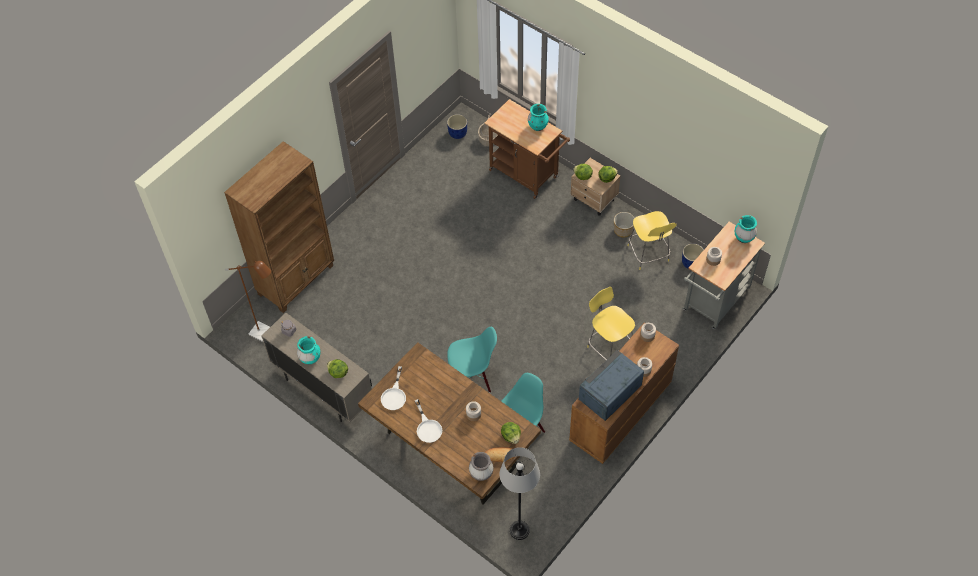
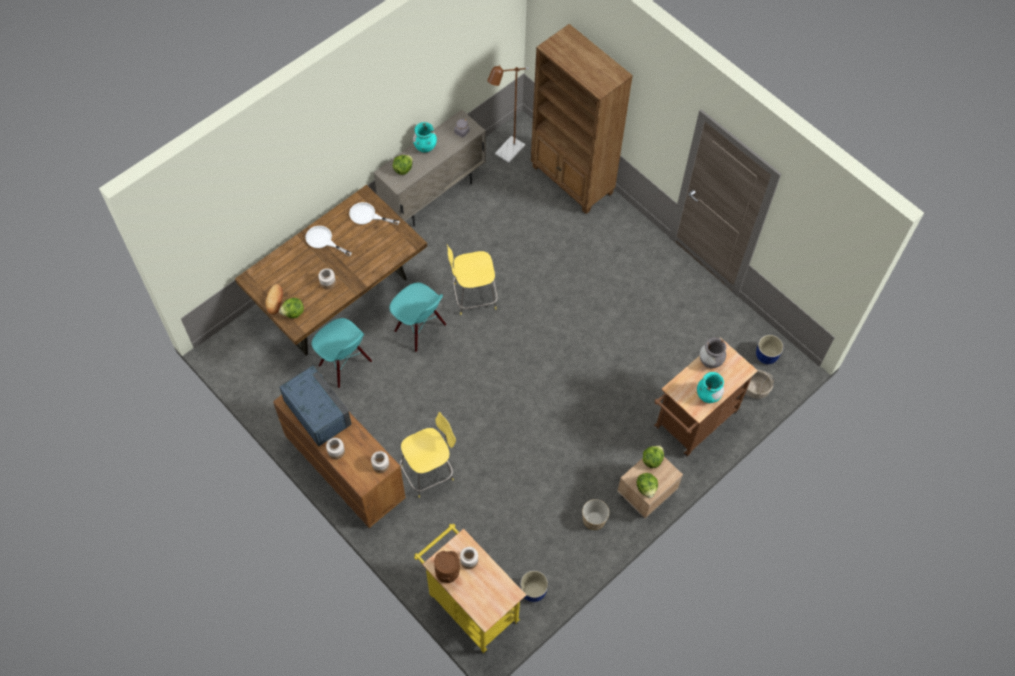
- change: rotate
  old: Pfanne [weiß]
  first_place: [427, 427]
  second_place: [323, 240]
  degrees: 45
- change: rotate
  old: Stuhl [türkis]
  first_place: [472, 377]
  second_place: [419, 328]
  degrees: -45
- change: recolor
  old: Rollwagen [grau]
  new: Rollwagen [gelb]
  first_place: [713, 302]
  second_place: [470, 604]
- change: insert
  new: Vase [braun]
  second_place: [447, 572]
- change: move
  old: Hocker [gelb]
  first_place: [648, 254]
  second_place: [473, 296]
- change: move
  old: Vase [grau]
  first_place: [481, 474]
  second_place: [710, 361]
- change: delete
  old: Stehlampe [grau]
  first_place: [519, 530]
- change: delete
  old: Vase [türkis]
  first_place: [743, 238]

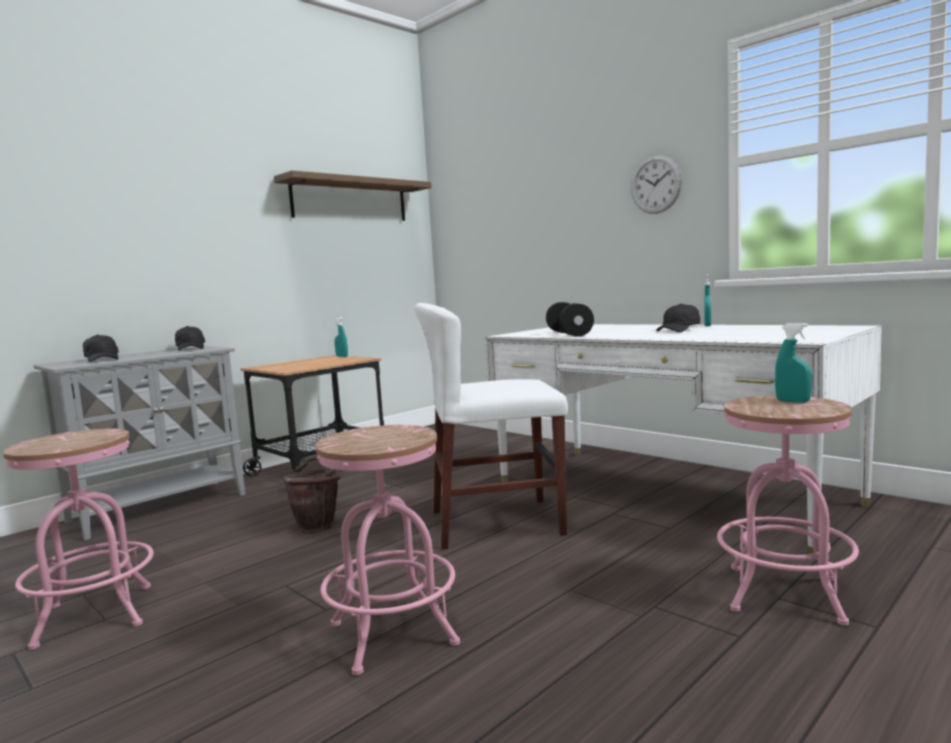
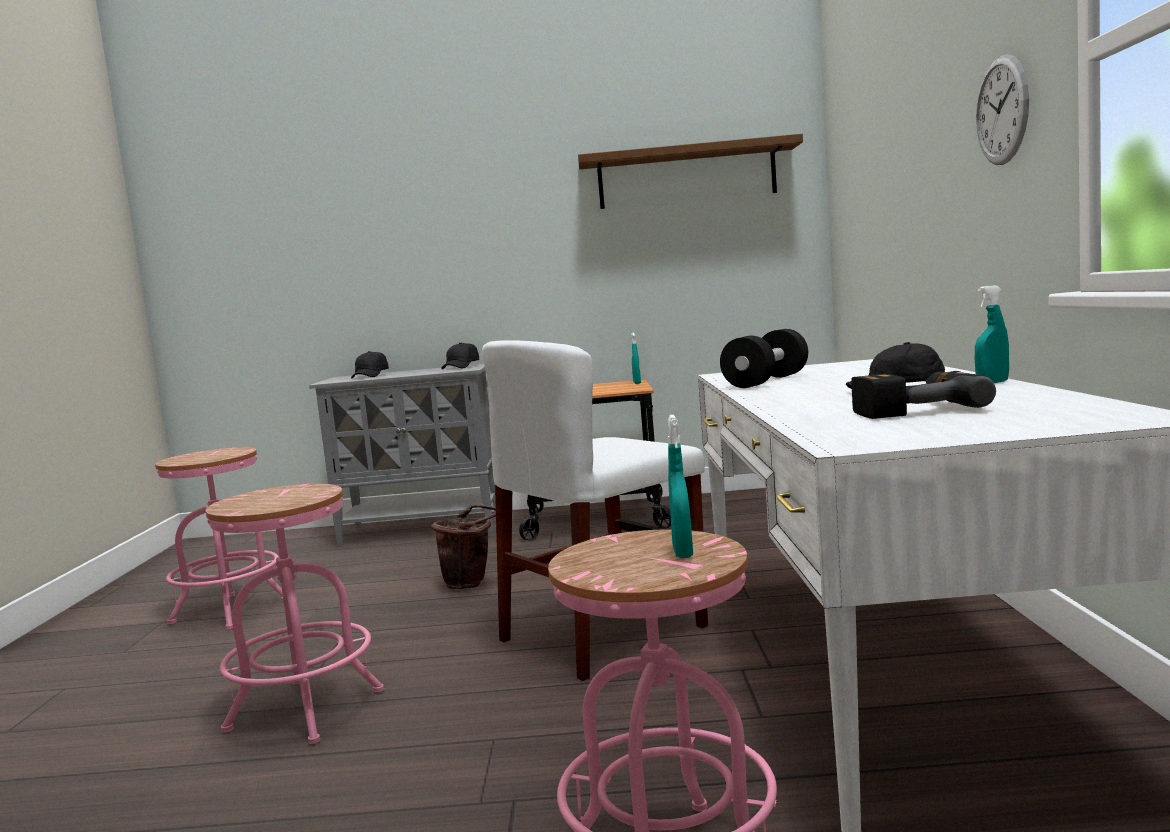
- change: rotate
  old: Stuhl [weiß]
  first_place: [496, 522]
  second_place: [604, 633]
  degrees: -75
- change: insert
  new: Bohrmaschine
  second_place: [913, 409]

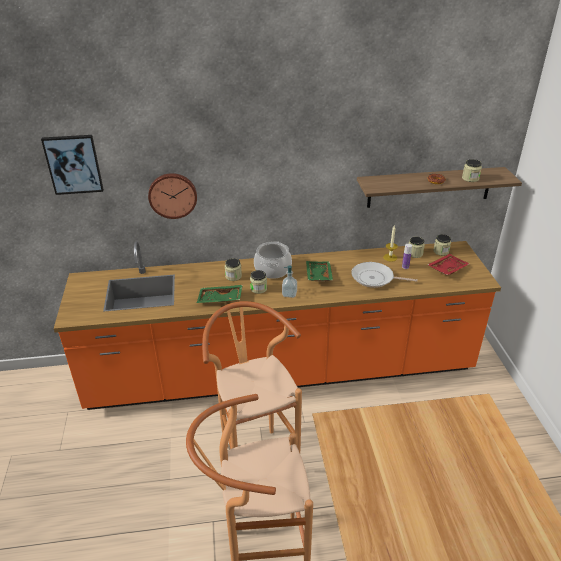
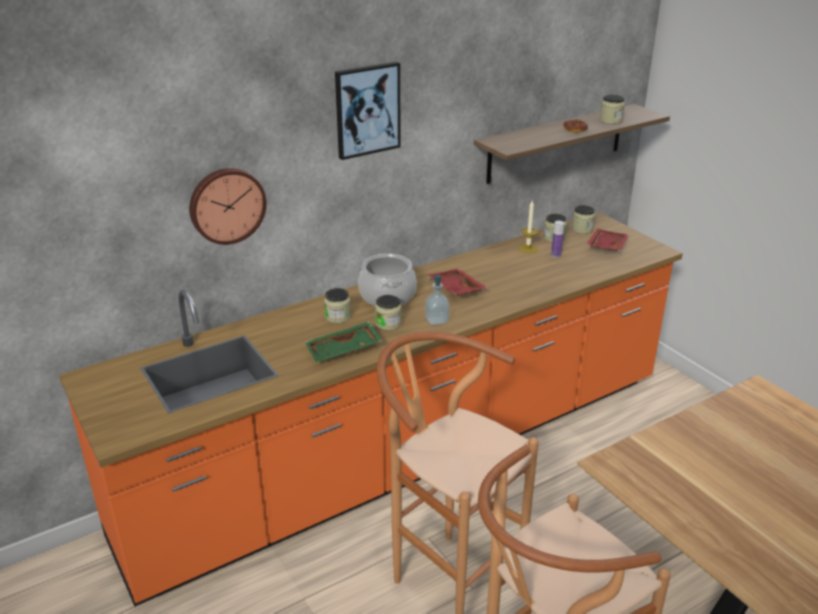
- change: move
  old: Bild
  first_place: [73, 164]
  second_place: [367, 110]
- change: recolor
  old: Tablett [grün]
  new: Tablett [rot]
  first_place: [318, 275]
  second_place: [455, 289]
- change: delete
  old: Pfanne
  first_place: [375, 278]

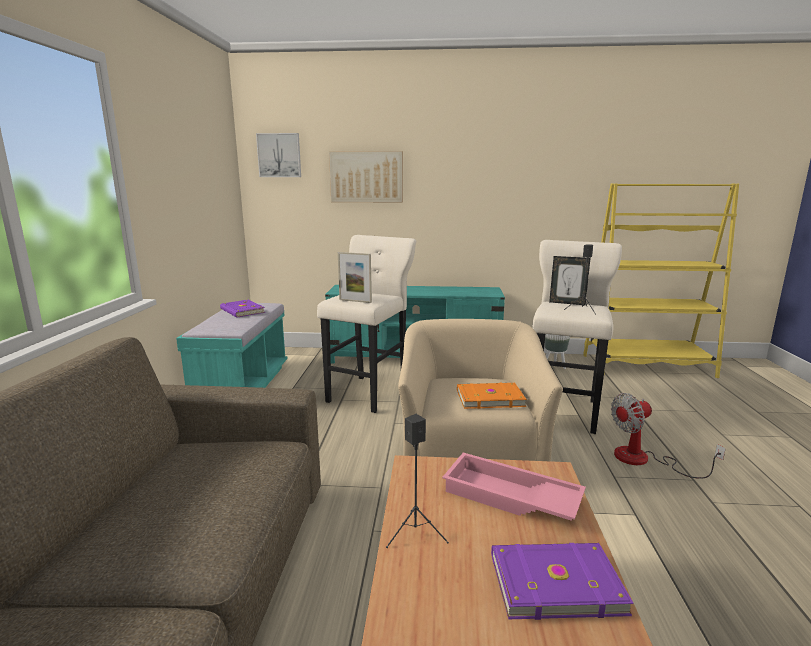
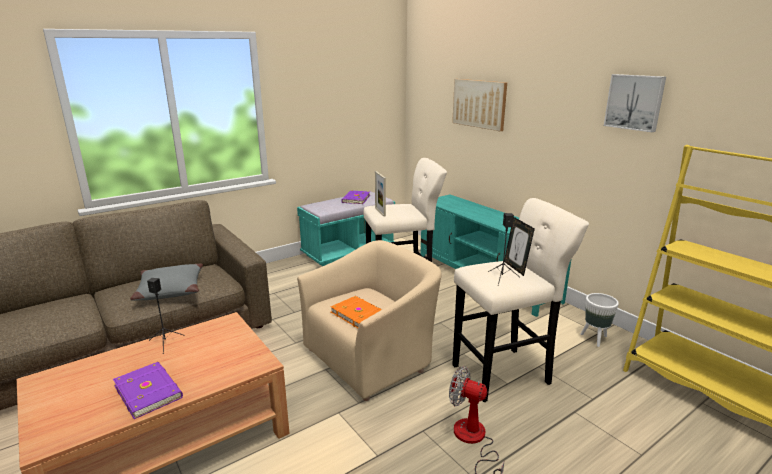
- change: insert
  new: Kissen [grau]
  second_place: [170, 289]
- change: move
  old: Bild
  first_place: [279, 155]
  second_place: [634, 102]
- change: delete
  old: Tablett [rosa]
  first_place: [509, 497]

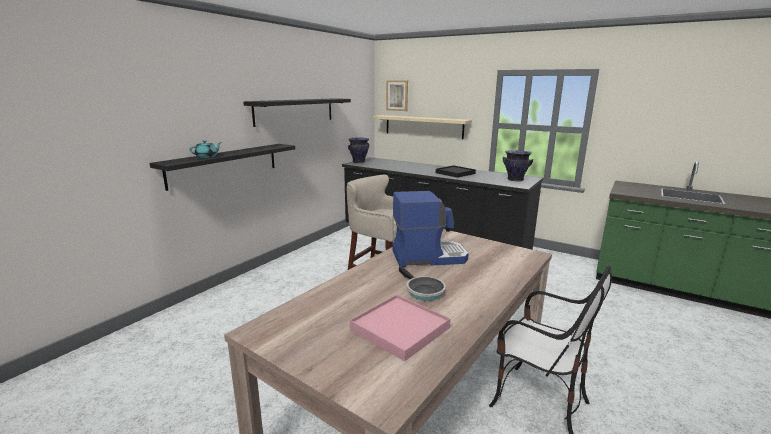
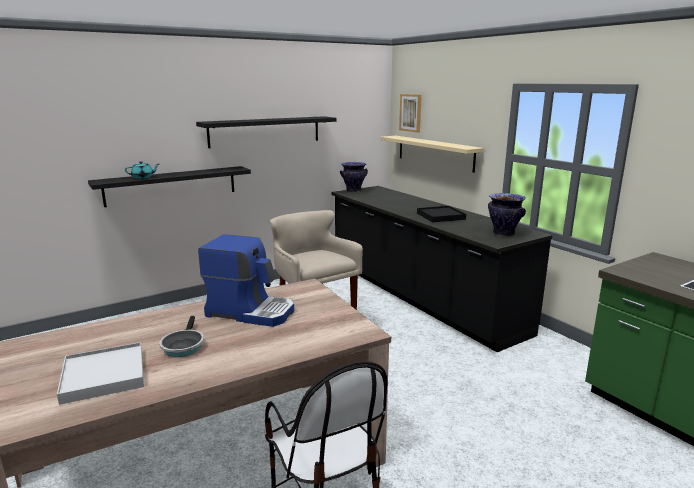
- change: recolor
  old: Tablett [rosa]
  new: Tablett [weiß]
  first_place: [400, 328]
  second_place: [104, 375]

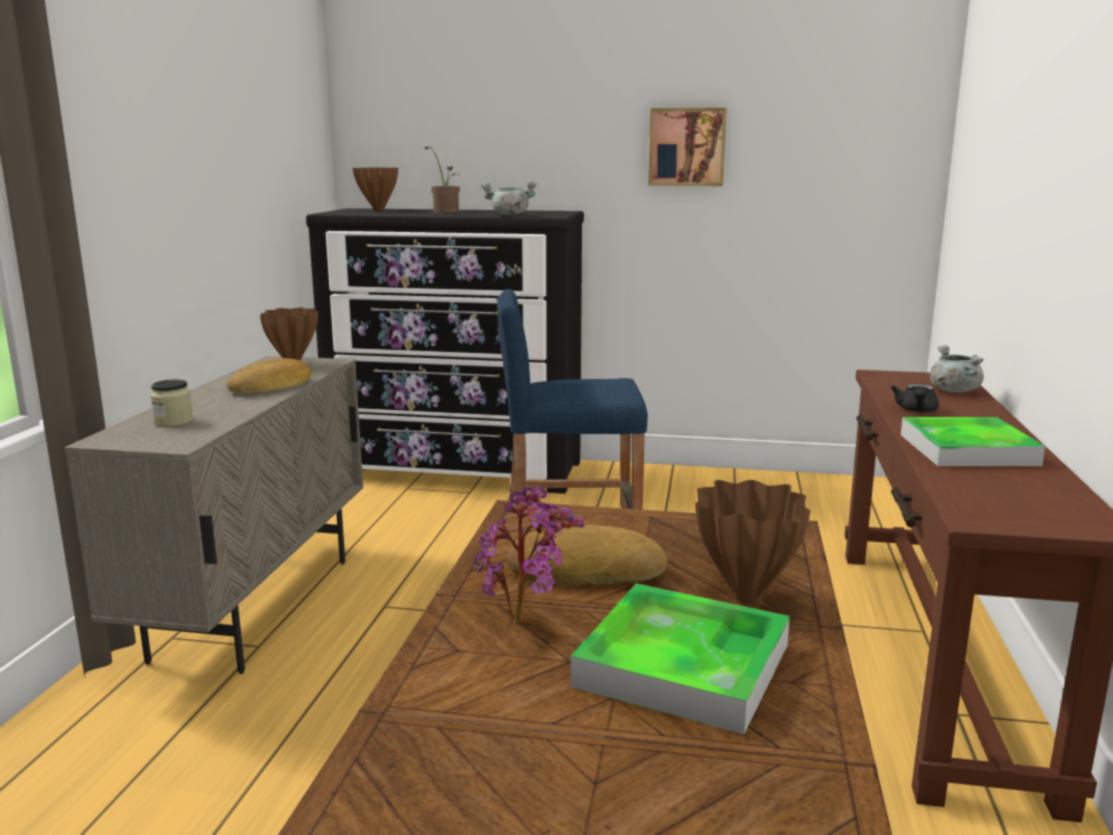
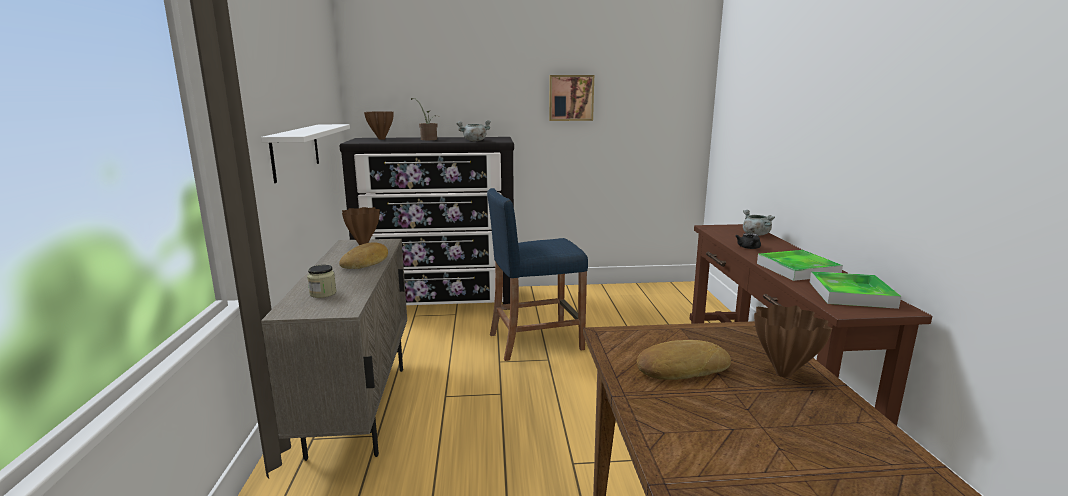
- change: insert
  new: Wandregal [weiß]
  second_place: [296, 151]
- change: move
  old: Tablett
  first_place: [683, 665]
  second_place: [851, 294]
- change: delete
  old: Topfpflanze
  first_place: [527, 621]

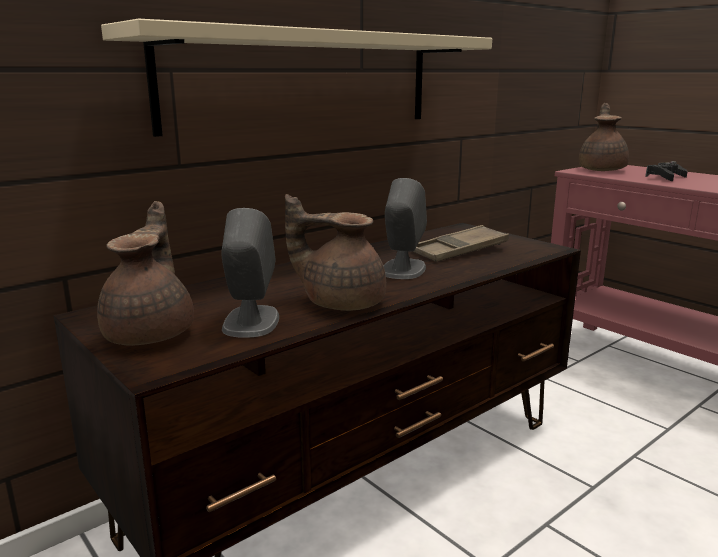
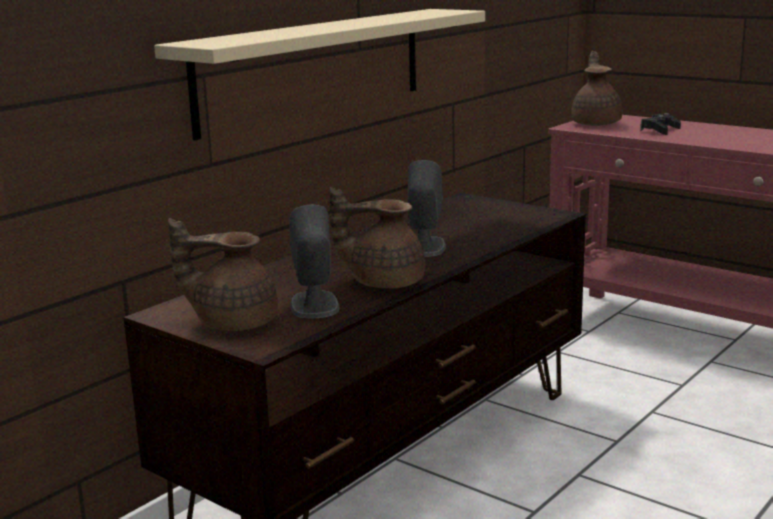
- change: rotate
  old: Teekanne [braun]
  first_place: [152, 333]
  second_place: [233, 322]
  degrees: -75
- change: delete
  old: Tablett [braun]
  first_place: [460, 251]

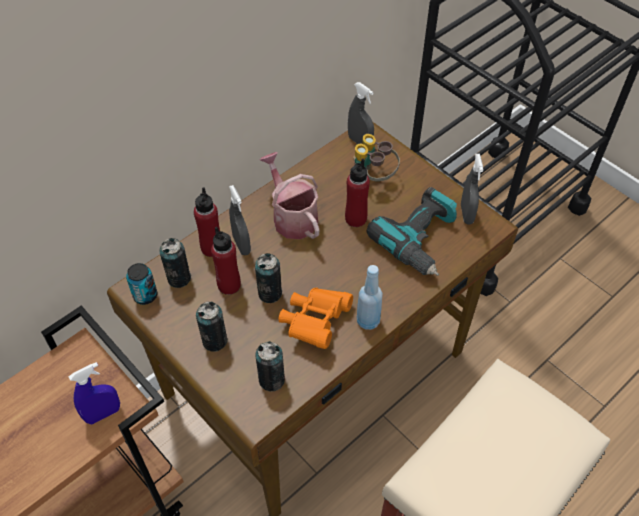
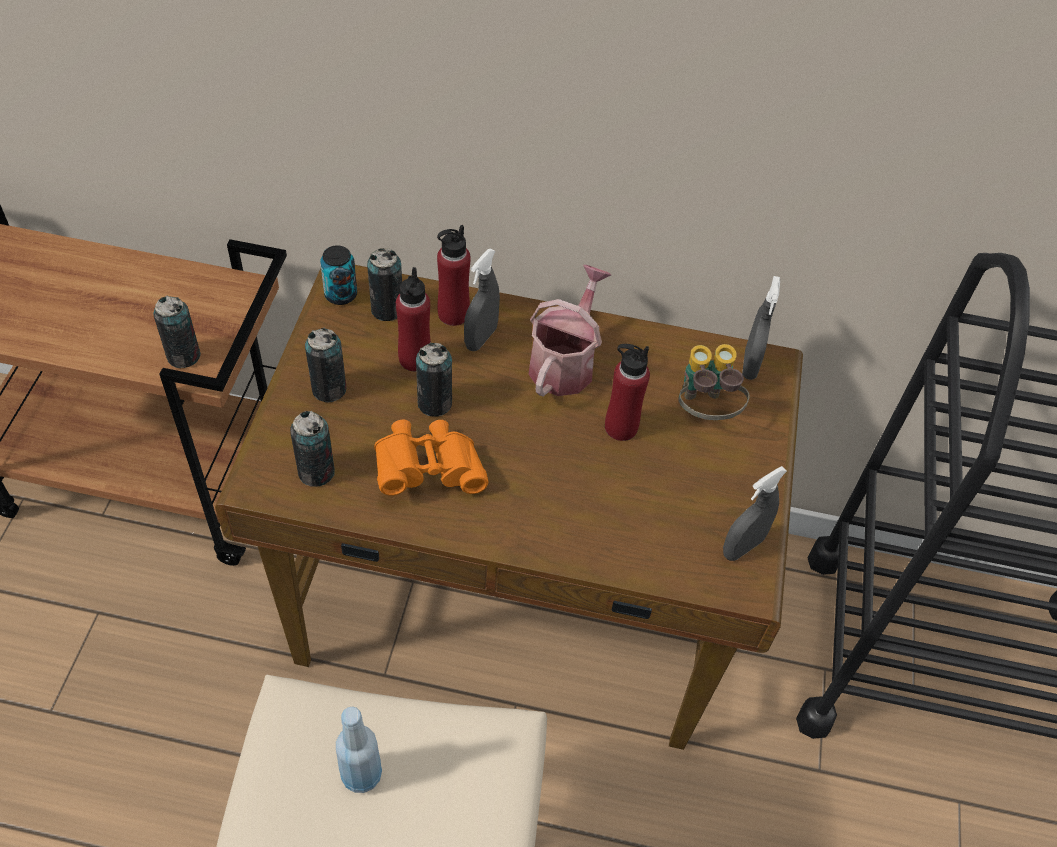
- change: replace
  old: Sprühflasche [blau]
  new: Dose
  first_place: [103, 414]
  second_place: [183, 356]
- change: move
  old: Flasche [blau]
  first_place: [368, 321]
  second_place: [362, 774]
- change: delete
  old: Bohrmaschine
  first_place: [420, 240]

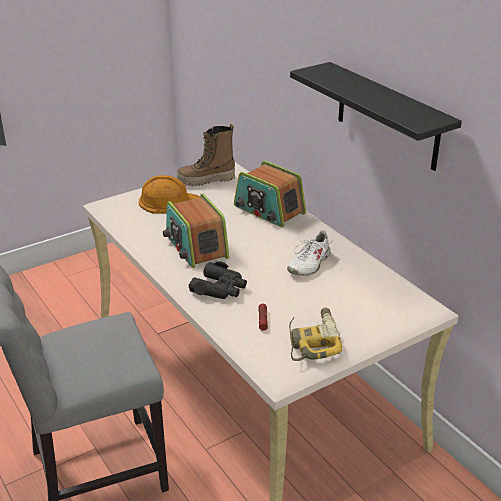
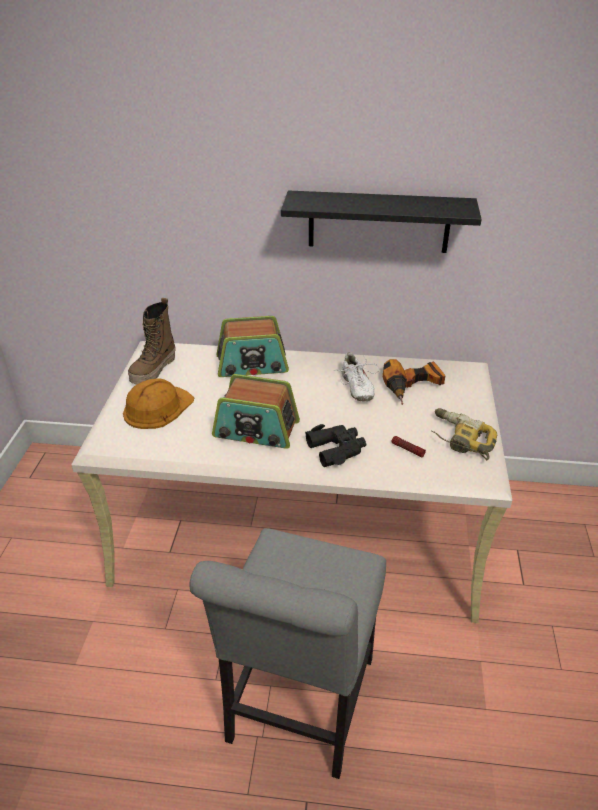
- change: insert
  new: Bohrmaschine
  second_place: [413, 387]

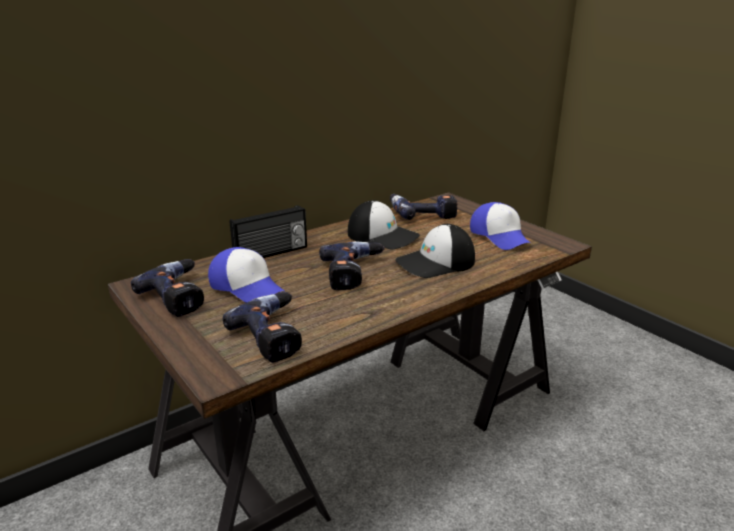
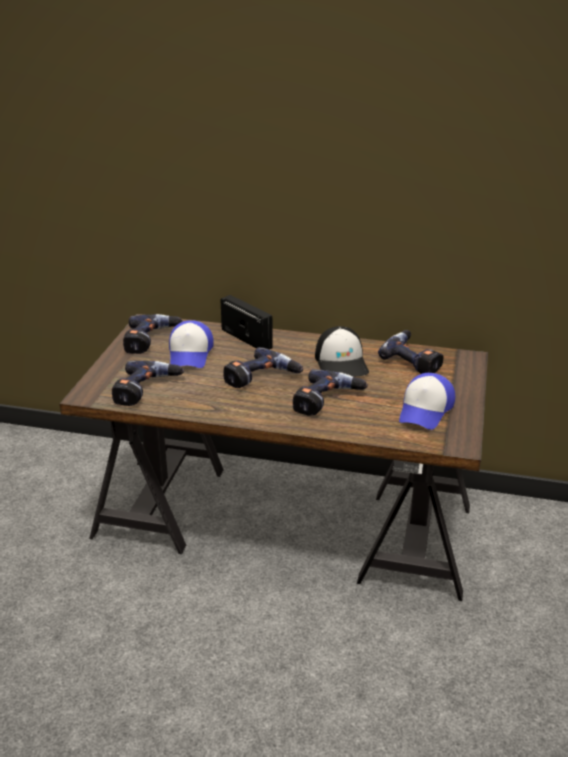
- change: rotate
  old: Radio
  first_place: [271, 253]
  second_place: [247, 338]
  degrees: -150
- change: replace
  old: Kappe
  new: Bohrmaschine
  first_place: [436, 263]
  second_place: [327, 402]

